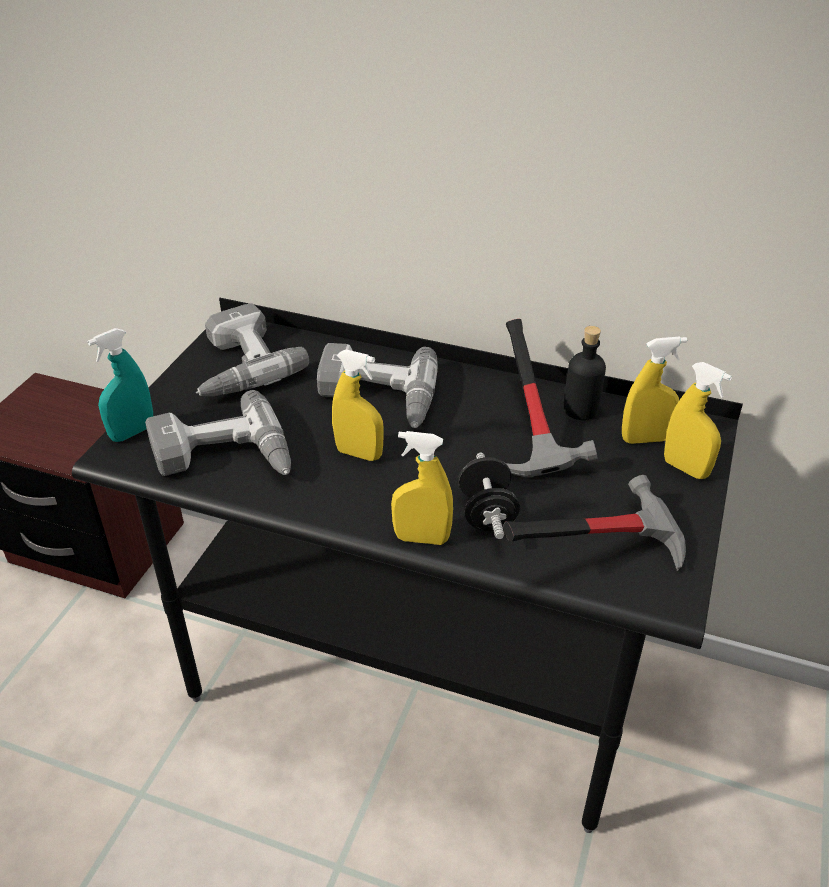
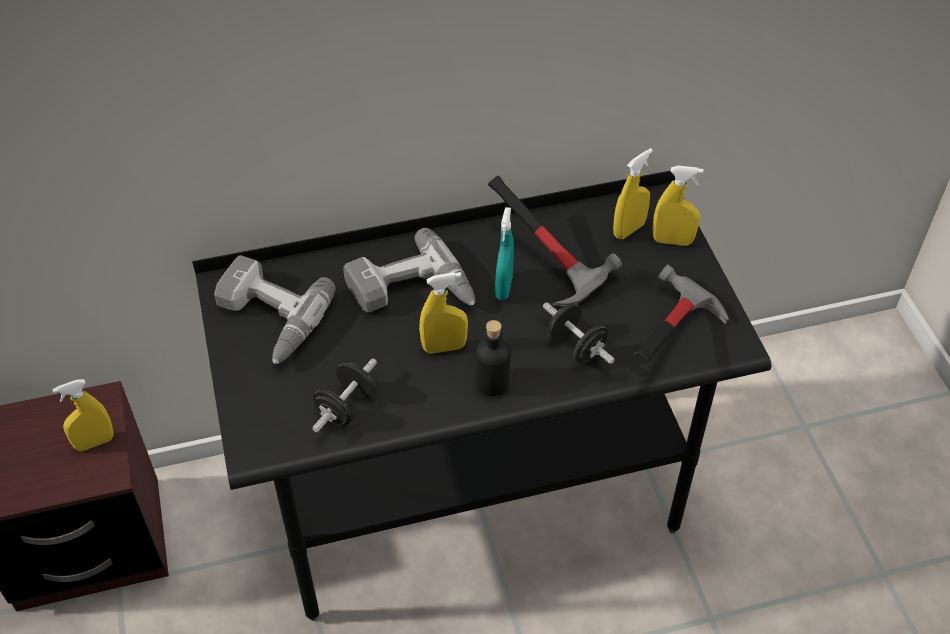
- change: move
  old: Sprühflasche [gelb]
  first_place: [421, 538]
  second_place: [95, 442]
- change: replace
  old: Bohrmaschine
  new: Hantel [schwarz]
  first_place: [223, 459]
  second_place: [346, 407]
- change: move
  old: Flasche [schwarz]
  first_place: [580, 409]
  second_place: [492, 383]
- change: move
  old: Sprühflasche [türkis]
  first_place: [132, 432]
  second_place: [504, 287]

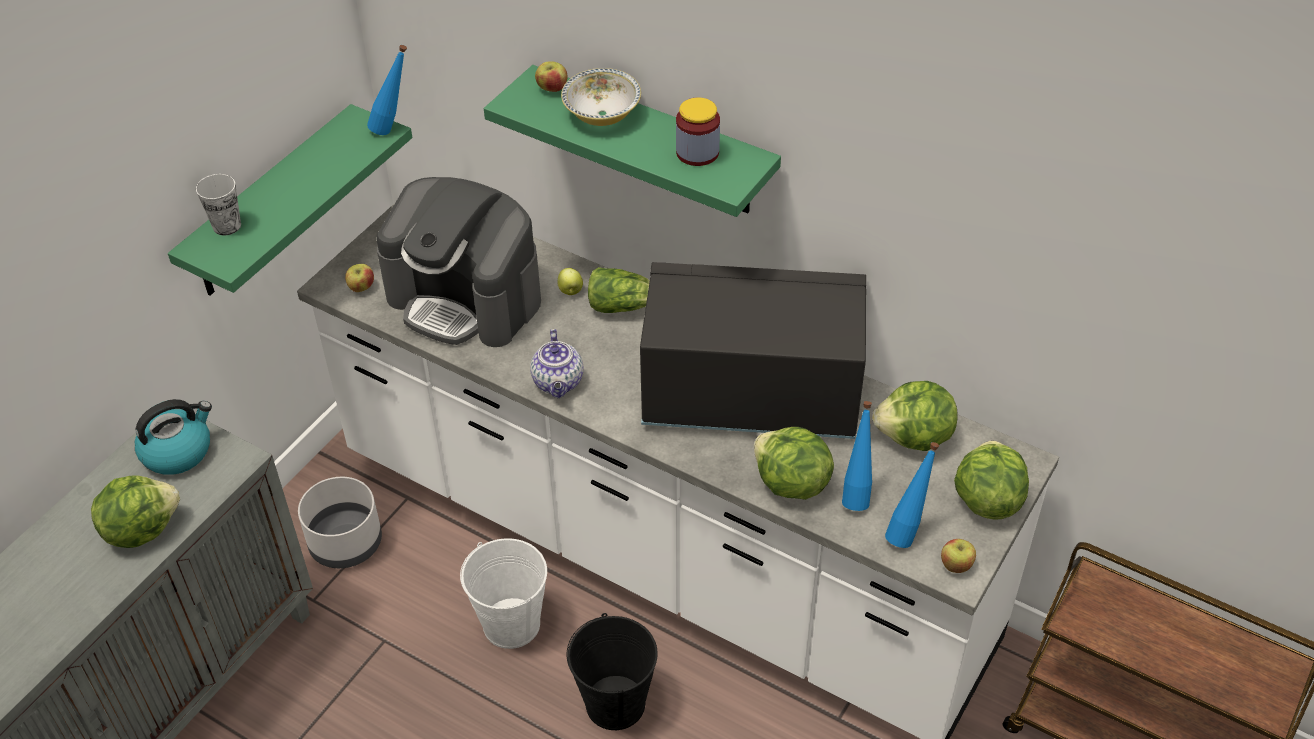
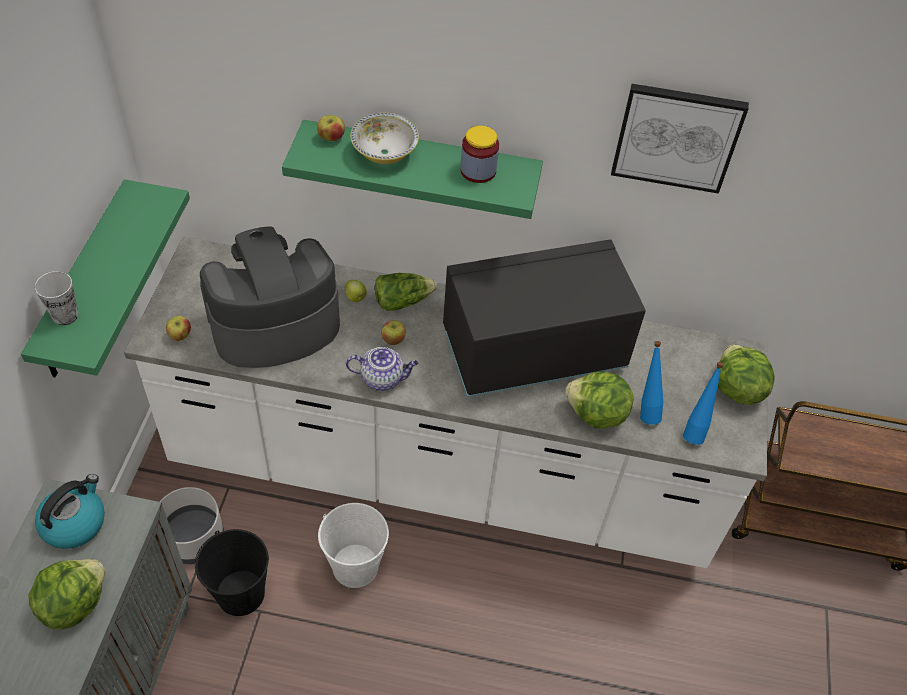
- change: move
  old: Eimer [schwarz]
  first_place: [616, 703]
  second_place: [241, 593]
- change: rotate
  old: Kaffeemaschine
  first_place: [466, 299]
  second_place: [274, 324]
  degrees: 150
- change: rotate
  old: Teekanne
  first_place: [558, 383]
  second_place: [383, 378]
  degrees: -60
- change: move
  old: Apfel
  first_place: [956, 565]
  second_place: [393, 340]
- change: insert
  new: Bild
  second_place: [677, 137]
- change: delete
  old: Flasche [blau]
  first_place: [393, 129]
- change: delete
  old: Salatkopf
  first_place: [914, 438]

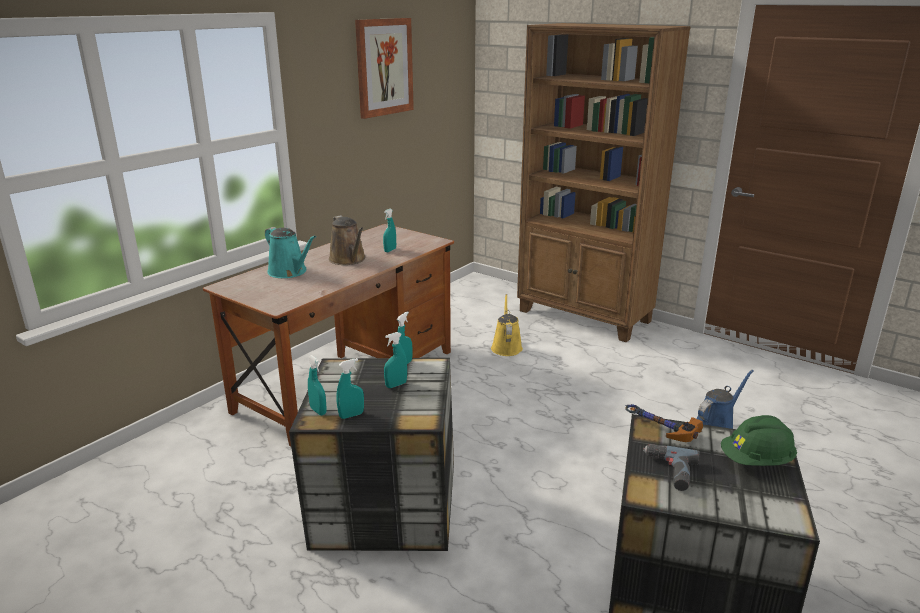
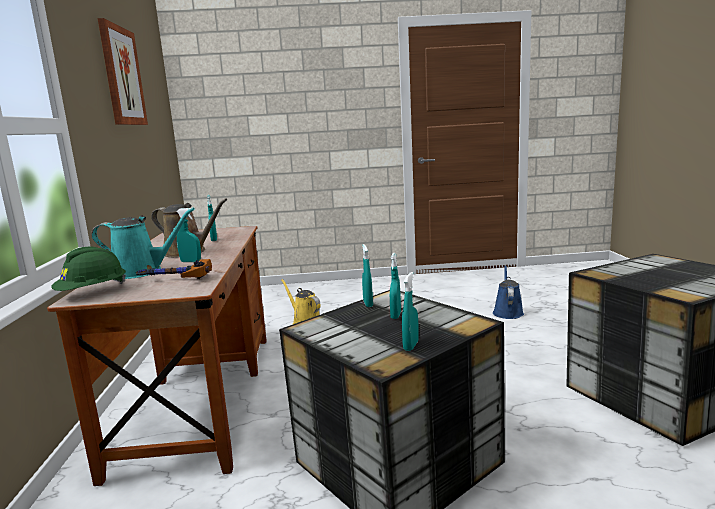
- change: move
  old: Schutzhelm [grün]
  first_place: [756, 461]
  second_place: [92, 292]
- change: move
  old: Hammer
  first_place: [657, 429]
  second_place: [172, 280]
- change: move
  old: Sprühflasche [türkis]
  first_place: [318, 411]
  second_place: [191, 261]
- change: delete
  old: Bücherregal [braun]
  first_place: [584, 316]
- change: delete
  old: Bohrmaschine
  first_place: [669, 471]

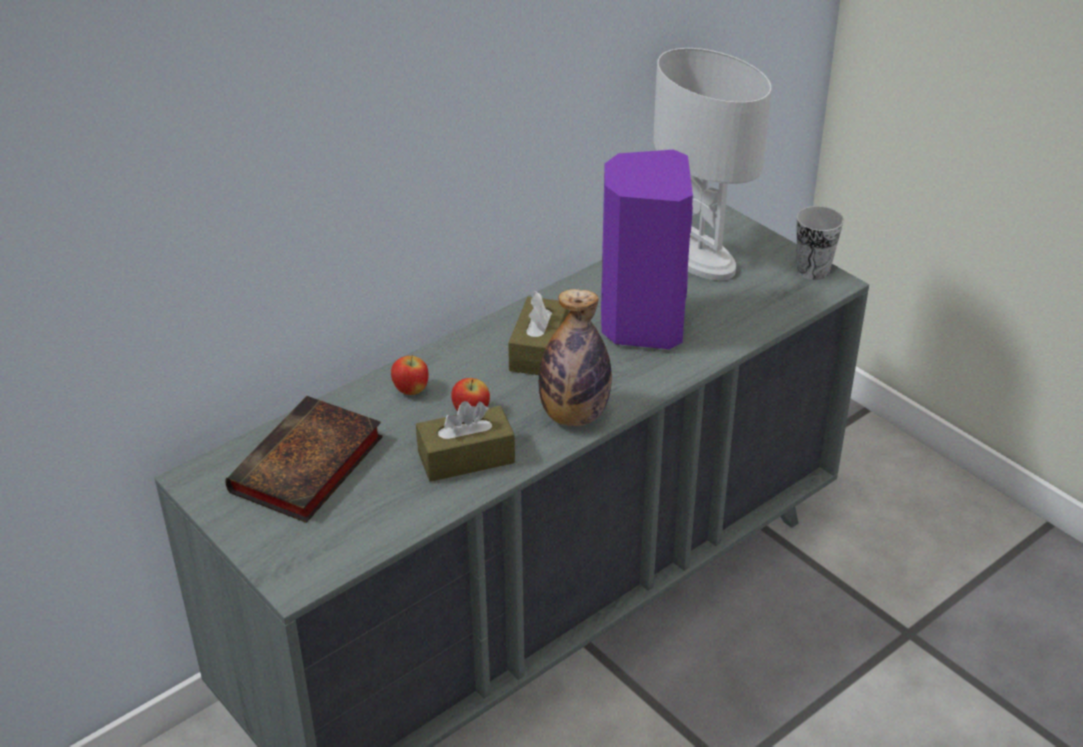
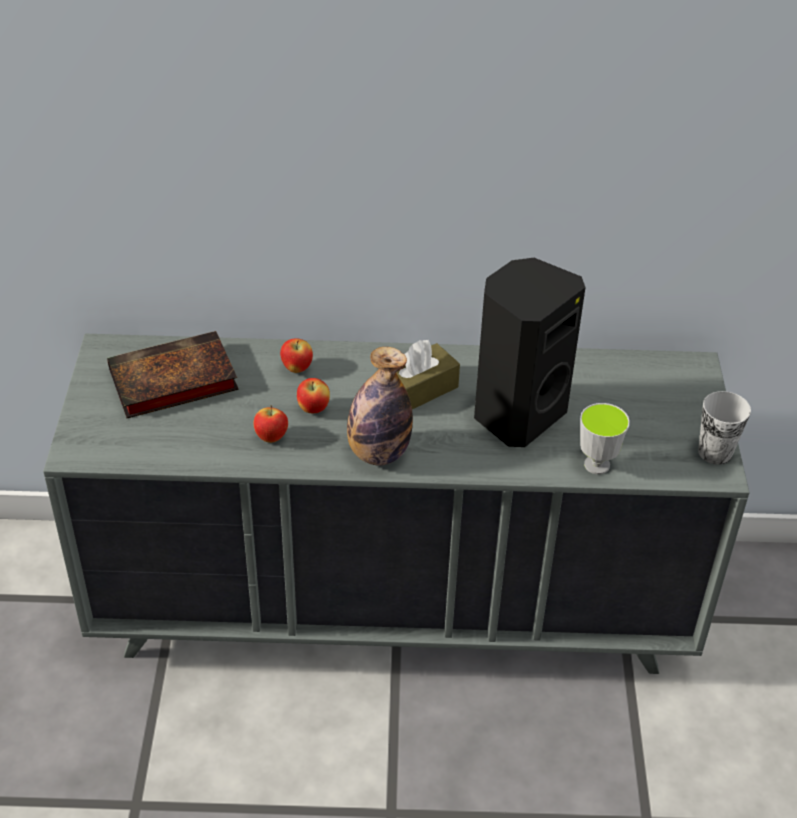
- change: replace
  old: Taschentuchbox [braun]
  new: Apfel
  first_place: [466, 457]
  second_place: [271, 437]
- change: recolor
  old: Lautsprecher [lila]
  new: Lautsprecher [schwarz]
  first_place: [640, 324]
  second_place: [516, 414]
- change: insert
  new: Tasse
  second_place: [597, 465]
- change: delete
  old: Tischlampe [weiß]
  first_place: [700, 258]

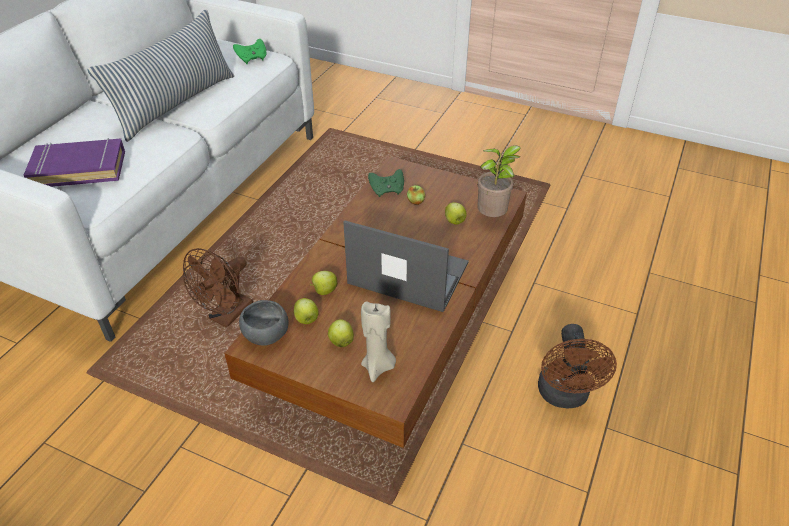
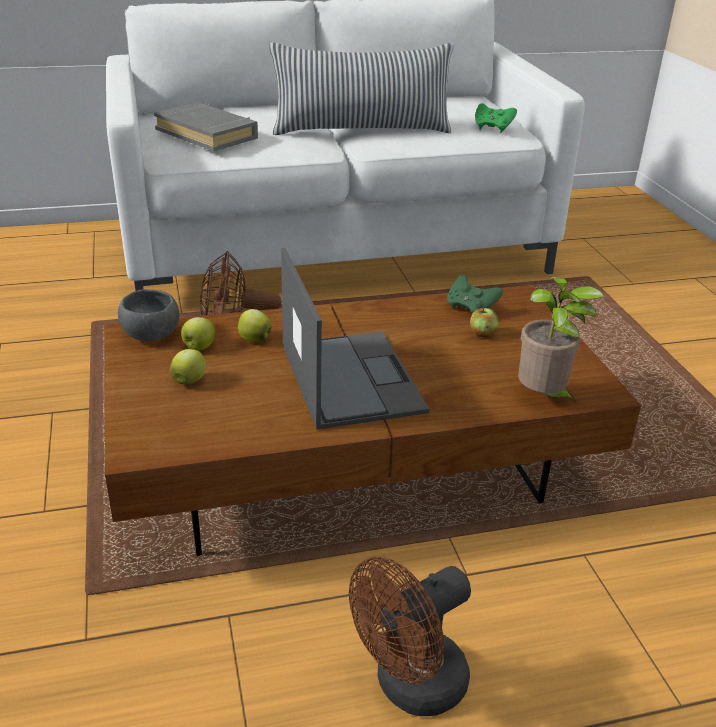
- change: recolor
  old: Buch [lila]
  new: Buch [grau]
  first_place: [79, 169]
  second_place: [207, 134]
- change: delete
  old: Kerze [beige]
  first_place: [378, 367]
- change: delete
  old: Apfel
  first_place: [455, 222]

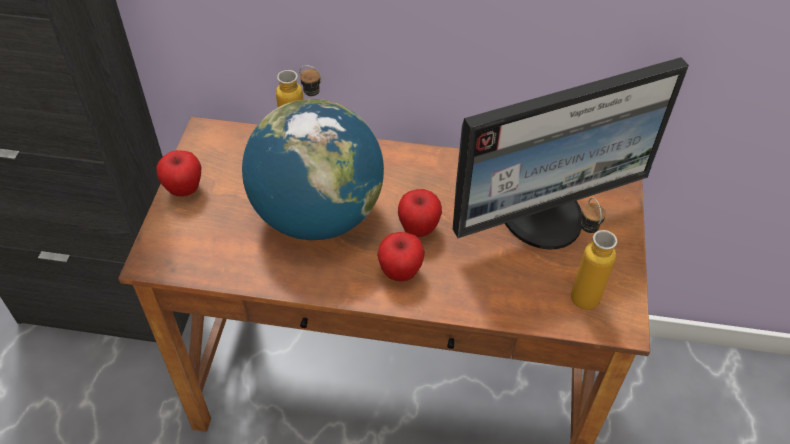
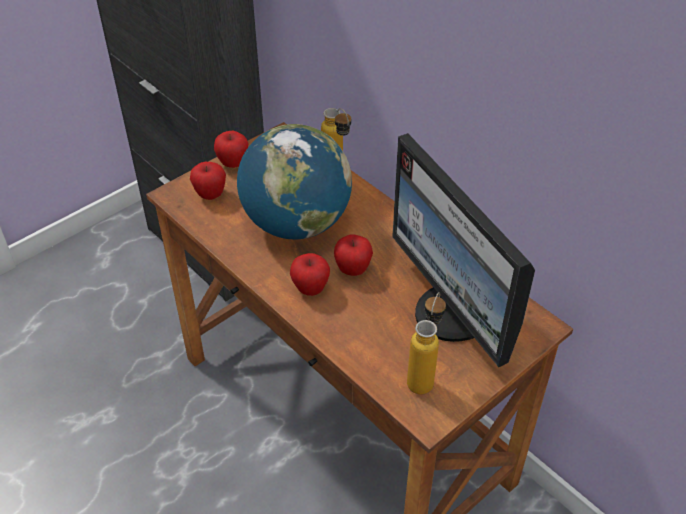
- change: insert
  new: Apfel
  second_place: [210, 195]
- change: rotate
  old: Monitor
  first_place: [543, 216]
  second_place: [453, 314]
  degrees: 45

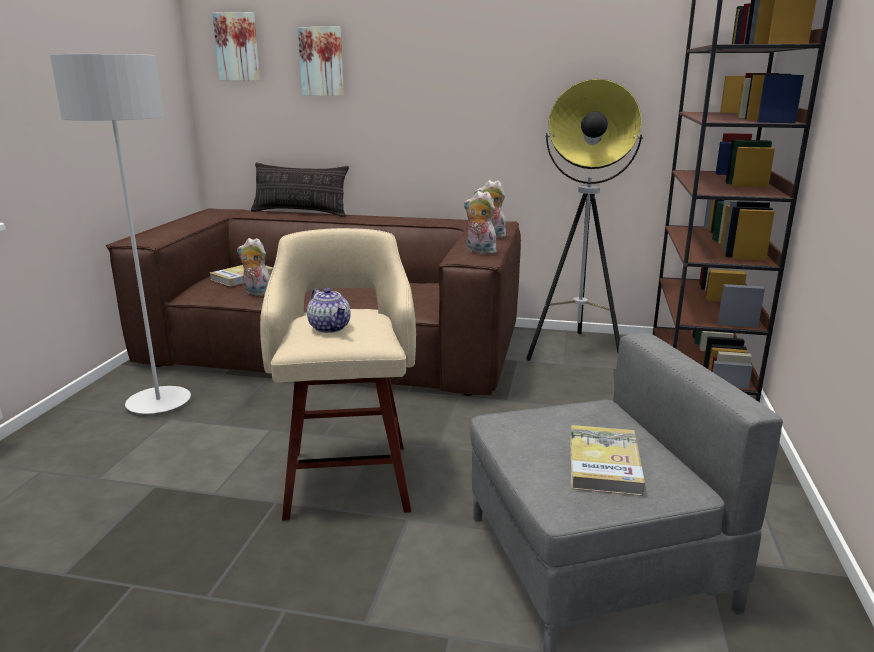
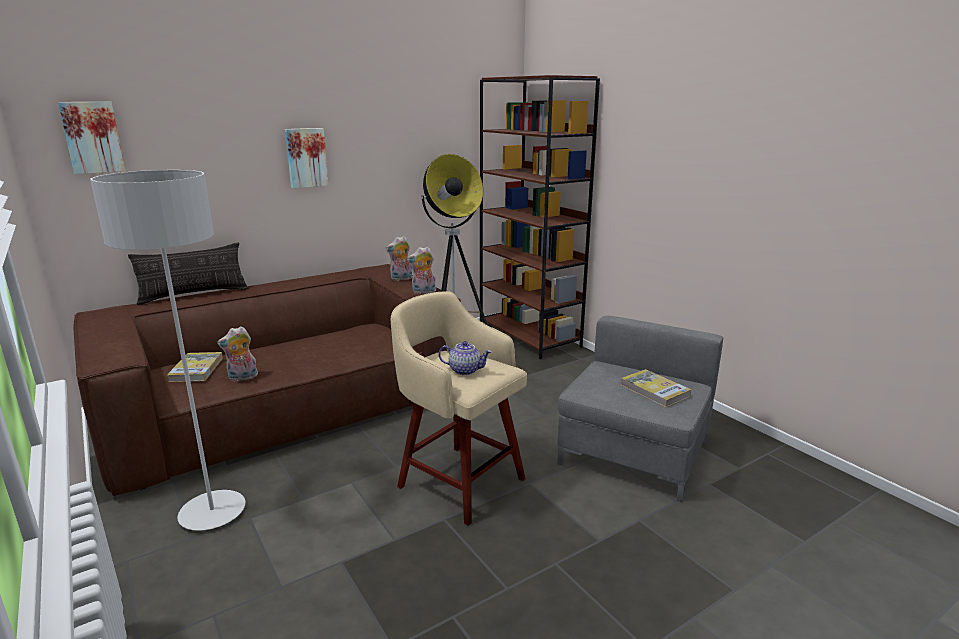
- change: move
  old: Bild
  first_place: [322, 61]
  second_place: [306, 157]

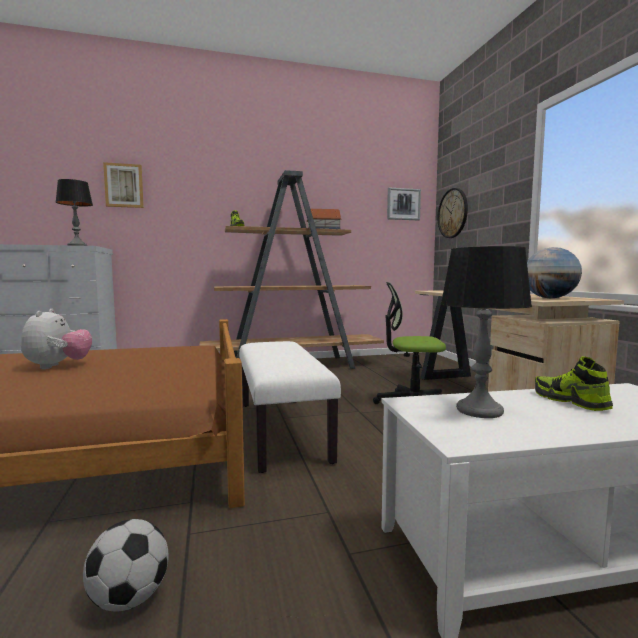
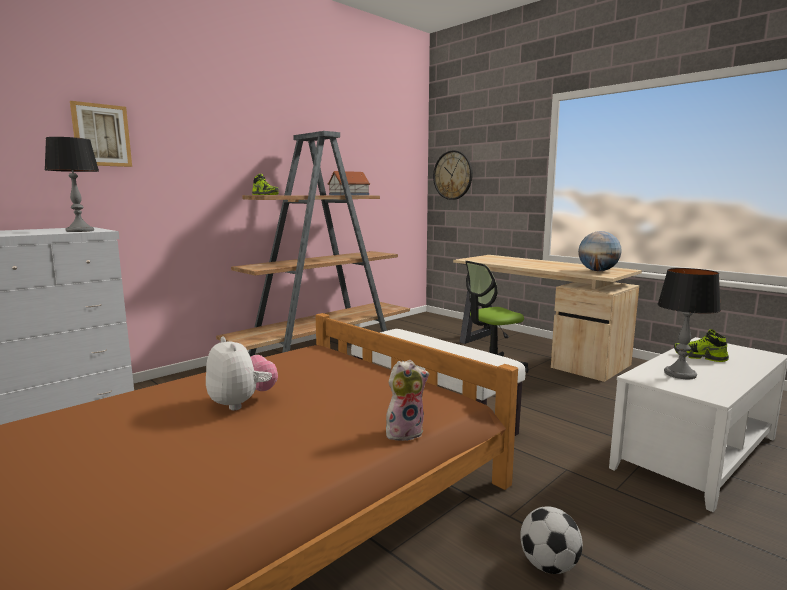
- change: insert
  new: Plüschtier
  second_place: [405, 432]
- change: delete
  old: Bild
  first_place: [403, 204]

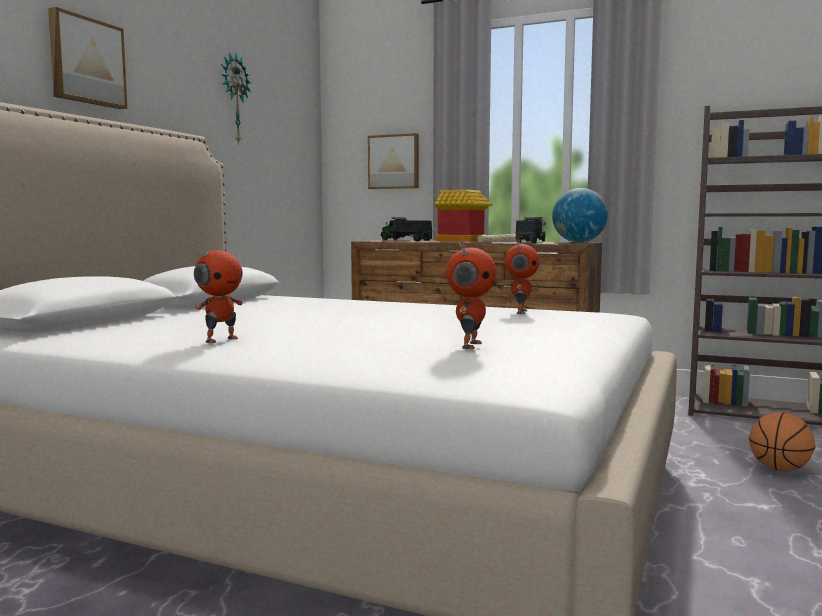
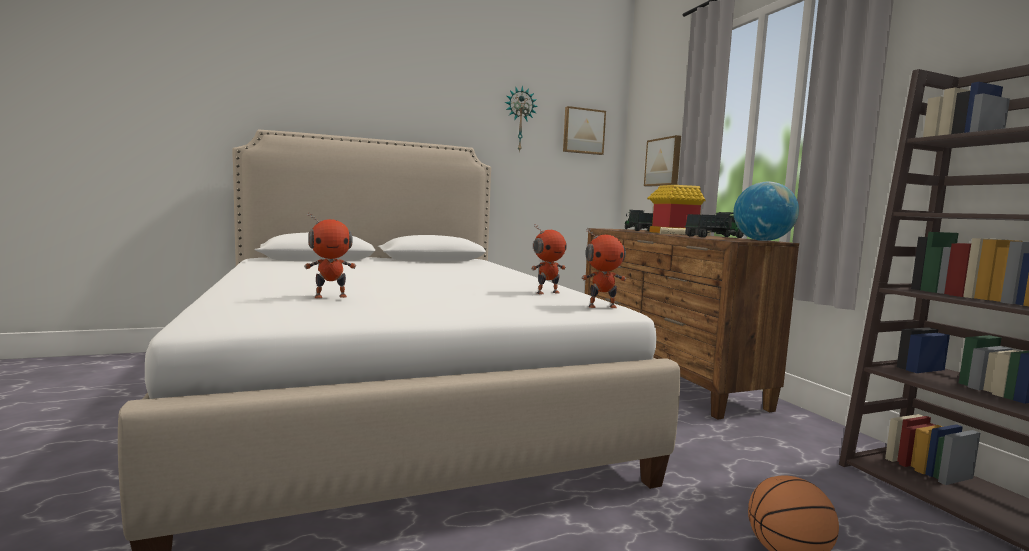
- change: move
  old: Bild
  first_place: [86, 61]
  second_place: [583, 131]
- change: move
  old: Spielzeugroboter
  first_place: [220, 340]
  second_place: [602, 306]

